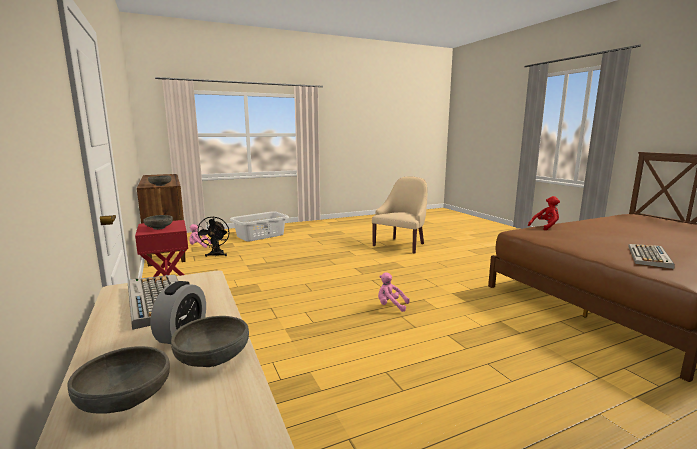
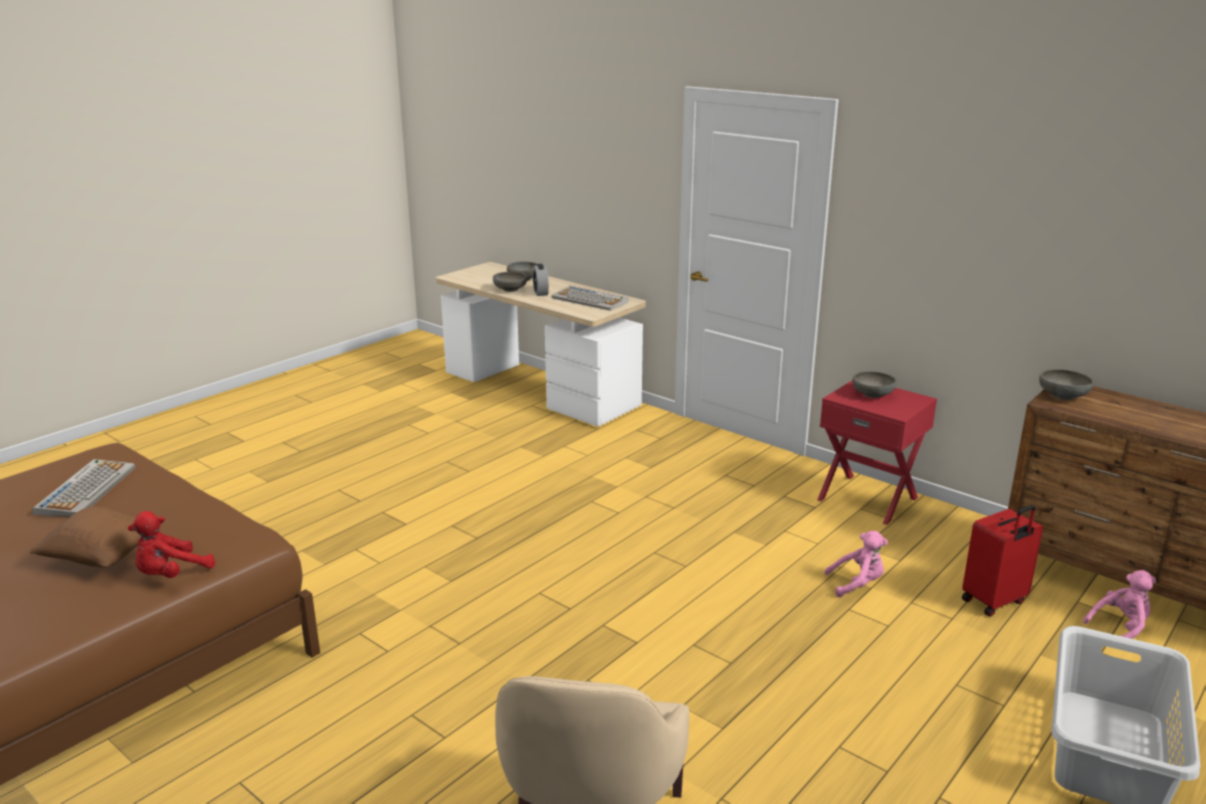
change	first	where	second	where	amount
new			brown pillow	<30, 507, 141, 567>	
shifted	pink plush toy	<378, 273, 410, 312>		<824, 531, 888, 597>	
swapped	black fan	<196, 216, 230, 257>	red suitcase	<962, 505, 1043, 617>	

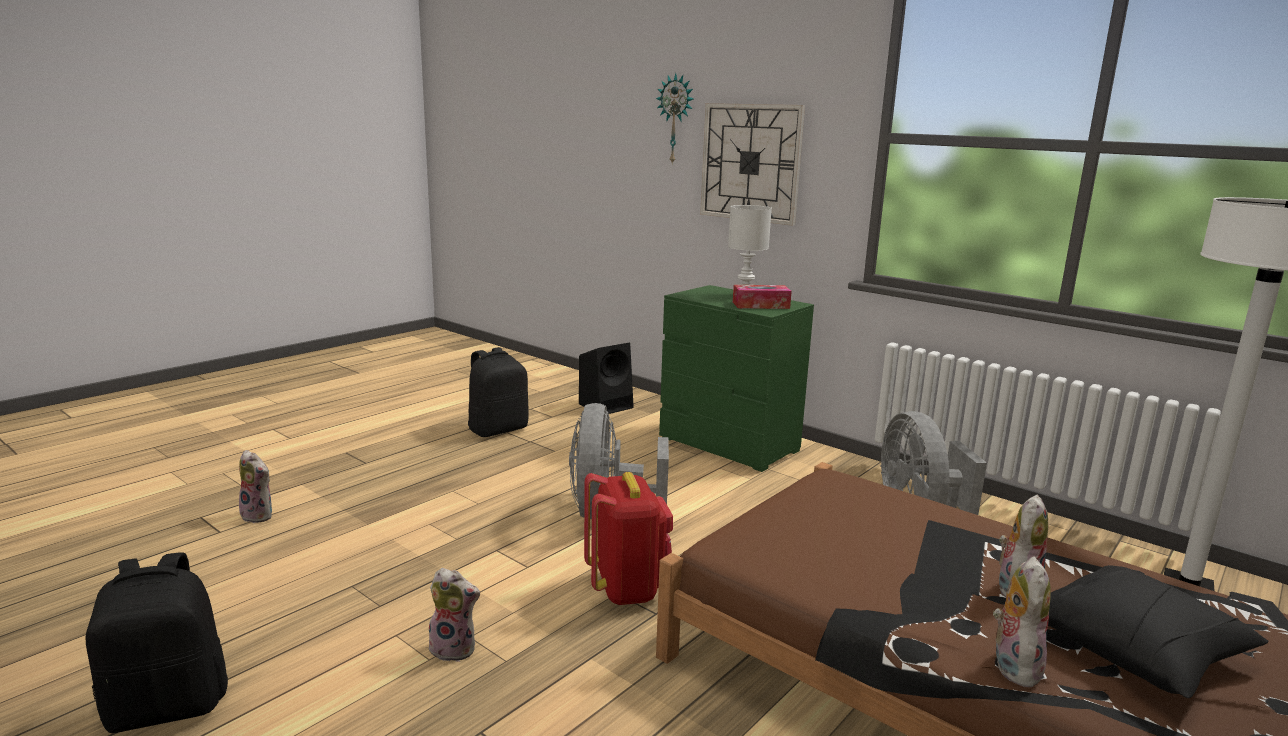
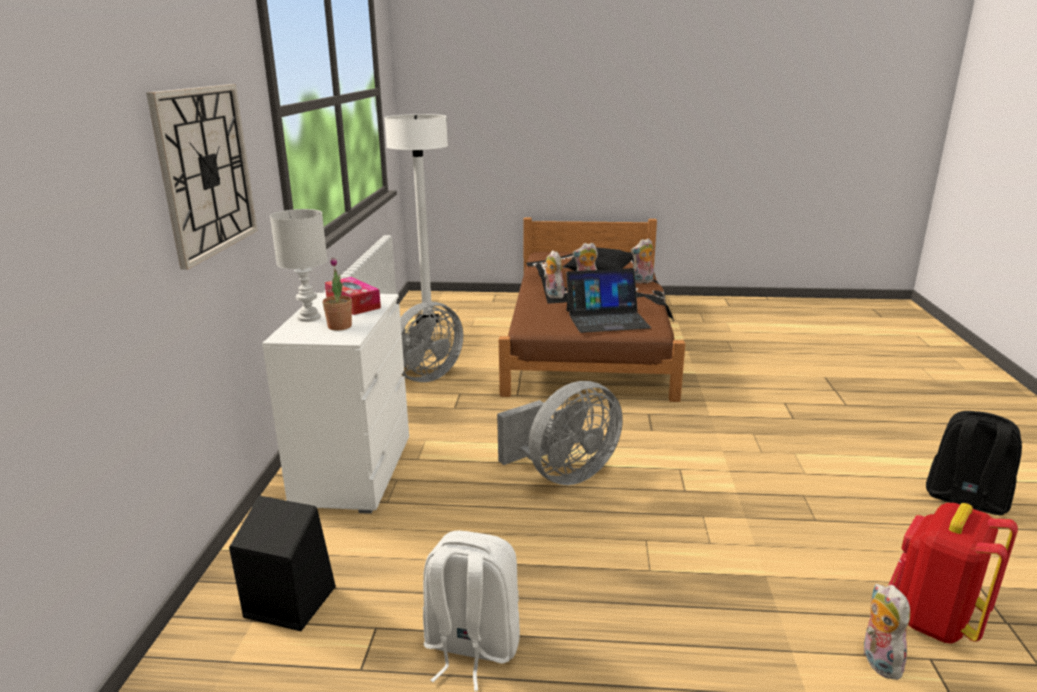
change	first	where	second	where	amount
gone	wall clock	<656, 73, 694, 164>			
new			potted plant	<323, 257, 352, 331>	
new			laptop	<566, 268, 651, 333>	
shifted	plush toy	<429, 568, 480, 662>		<544, 250, 564, 299>	
shifted	red backpack	<584, 472, 673, 605>		<888, 503, 1018, 644>	
repainted	black backpack	<468, 347, 529, 437>	white backpack	<423, 530, 520, 691>	
repainted	green dresser	<659, 285, 814, 472>	white dresser	<262, 293, 409, 514>	

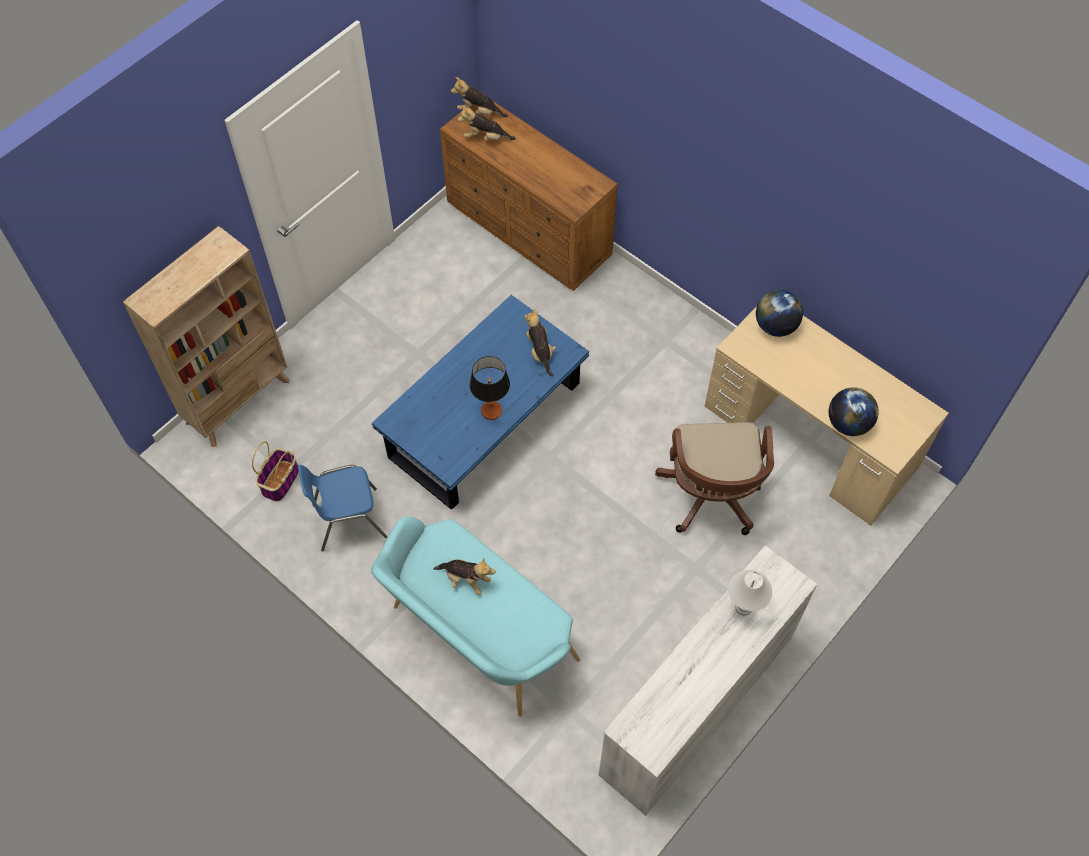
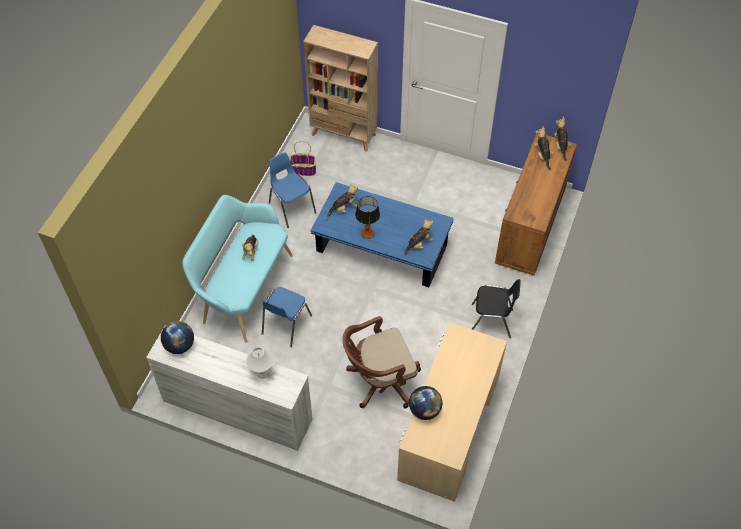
change	first	where	second	where	amount
new			blue chair	<262, 287, 312, 347>	
new			plush toy	<327, 184, 358, 217>	
new			black chair	<472, 279, 520, 338>	
shifted	globe	<756, 290, 803, 337>		<161, 321, 194, 354>	

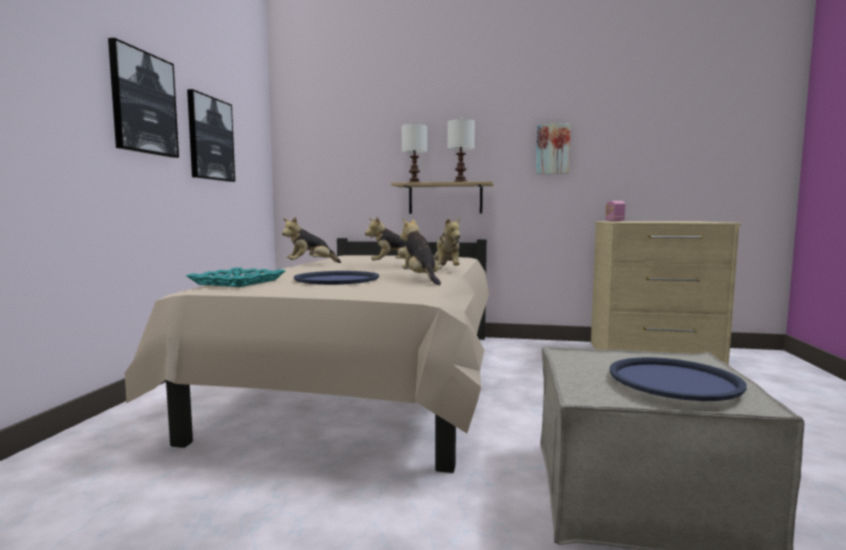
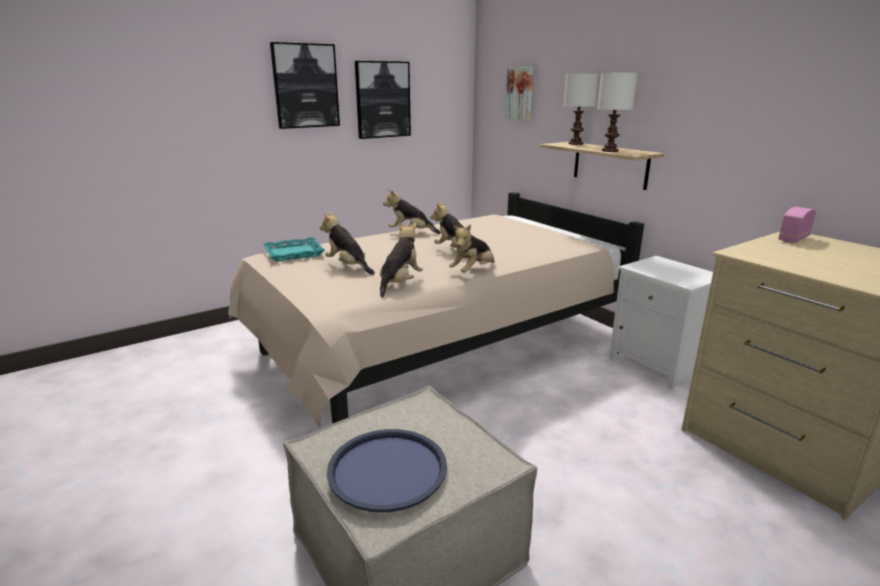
change	first	where	second	where	amount
new			white nightstand	<609, 256, 713, 390>	
shifted	picture	<536, 123, 571, 174>		<505, 67, 533, 120>	
swapped	blue tray	<294, 271, 379, 285>	plush toy	<319, 211, 375, 275>	

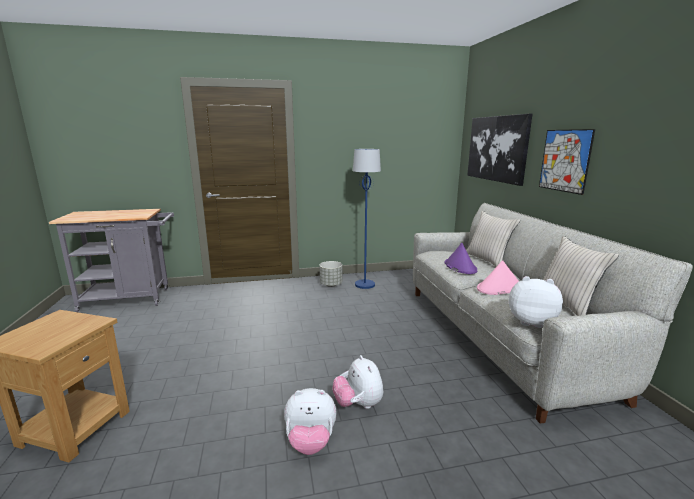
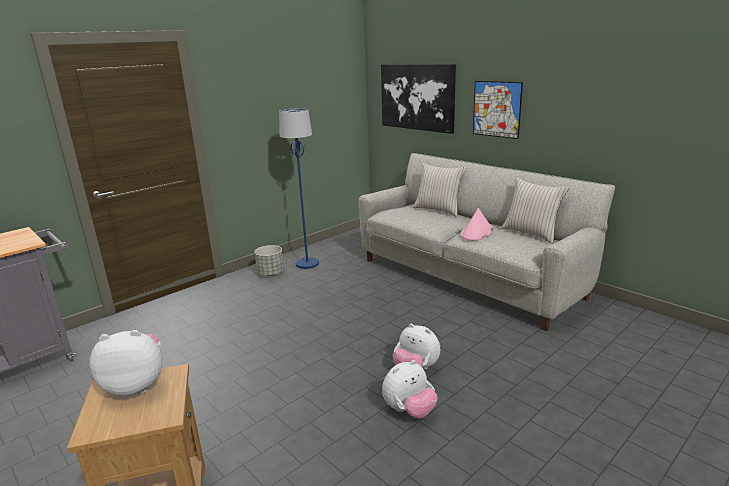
change	first	where	second	where	amount
gone	purple hat	<444, 243, 477, 274>			
shifted	plush toy	<509, 276, 563, 328>		<89, 330, 163, 396>	

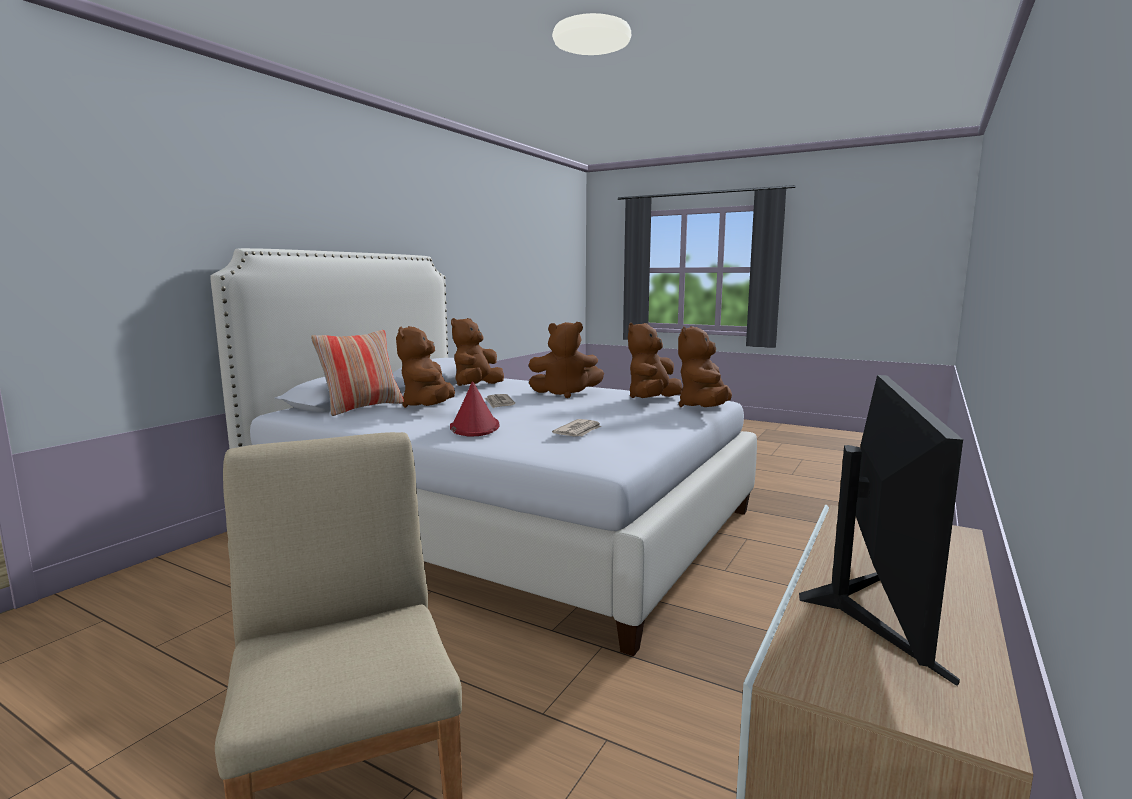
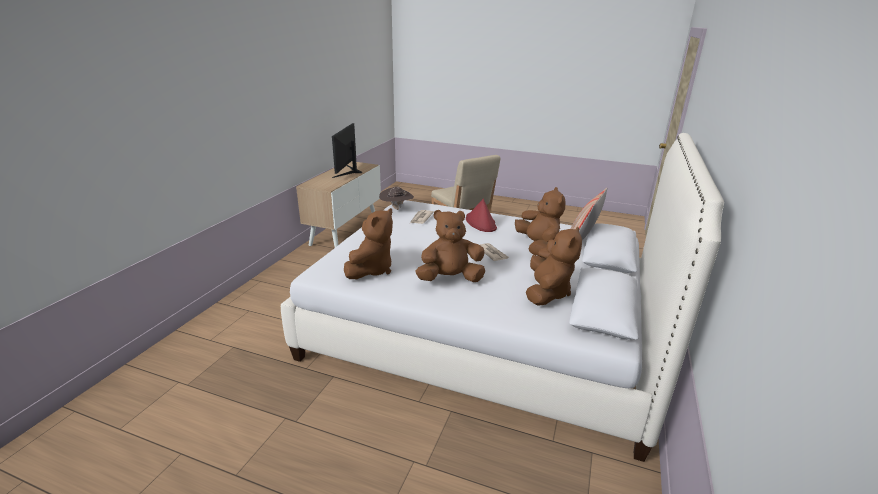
change	first	where	second	where	amount
gone	brown plush toy	<678, 326, 732, 407>			
new			brown hat	<379, 187, 414, 210>	

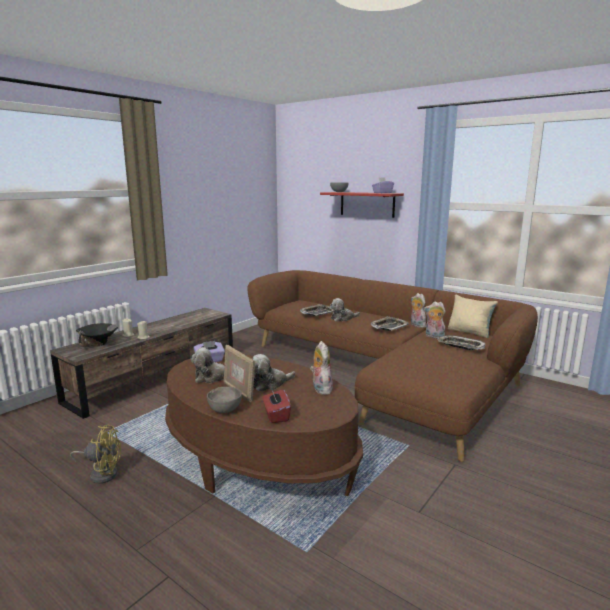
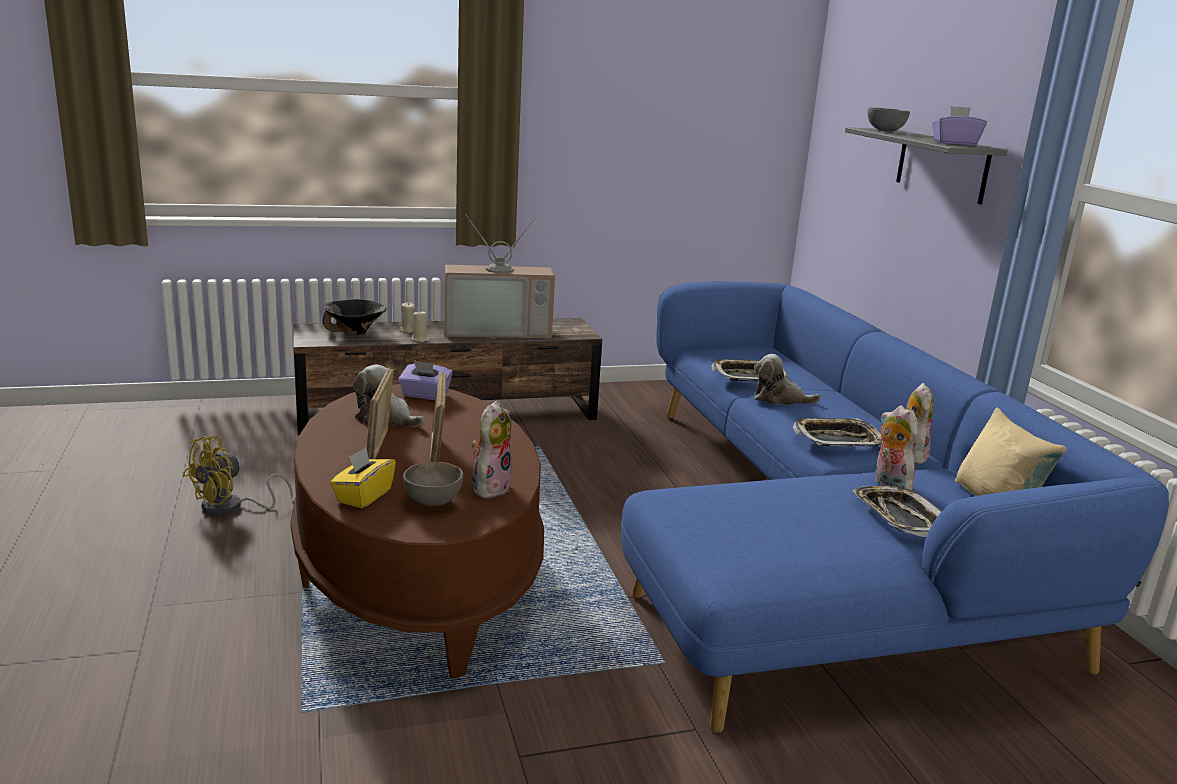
change	first	where	second	where	amount
new			television	<445, 215, 555, 338>	
shifted	grey bowl	<207, 387, 242, 413>		<403, 462, 463, 506>	
swapped	plush toy	<253, 354, 295, 391>	picture frame	<430, 372, 446, 463>	
repainted	brown sofa	<247, 270, 538, 462>	blue sofa	<621, 281, 1169, 733>	
repainted	red tissue box	<262, 387, 291, 423>	yellow tissue box	<330, 447, 396, 508>	
repainted	red shelf	<320, 192, 404, 218>	grey shelf	<845, 127, 1008, 205>	
rotated	yellow fan	<70, 425, 121, 484>		<183, 436, 293, 516>	90 degrees clockwise

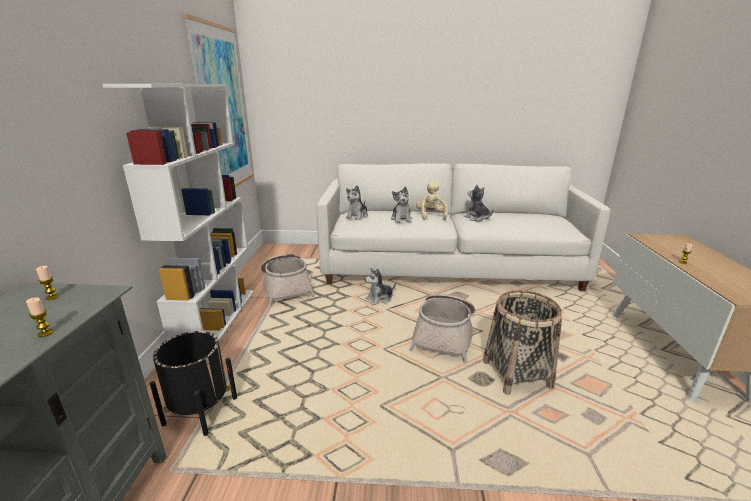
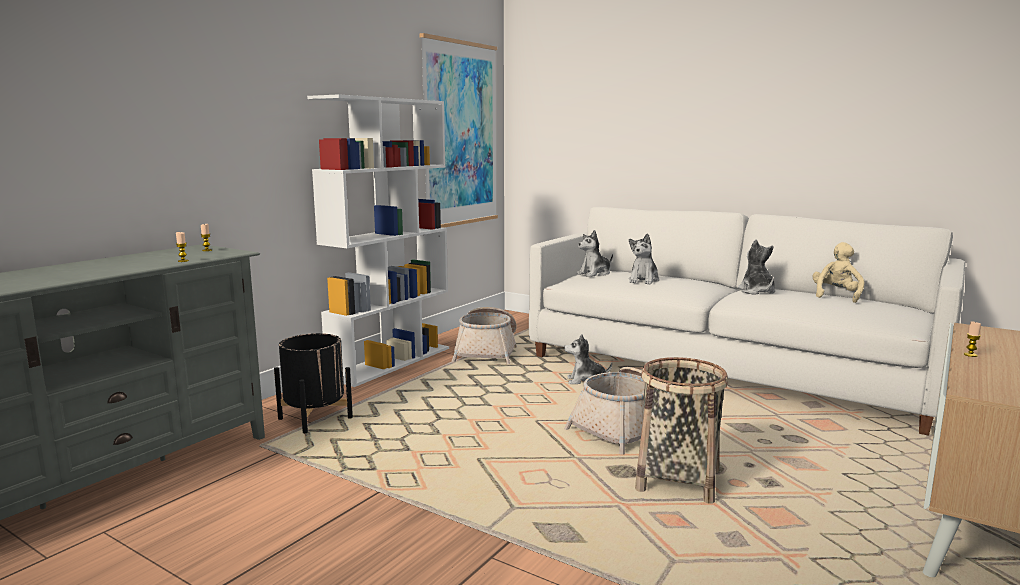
change	first	where	second	where	amount
shifted	beige plush toy	<416, 181, 448, 220>		<813, 242, 865, 303>	

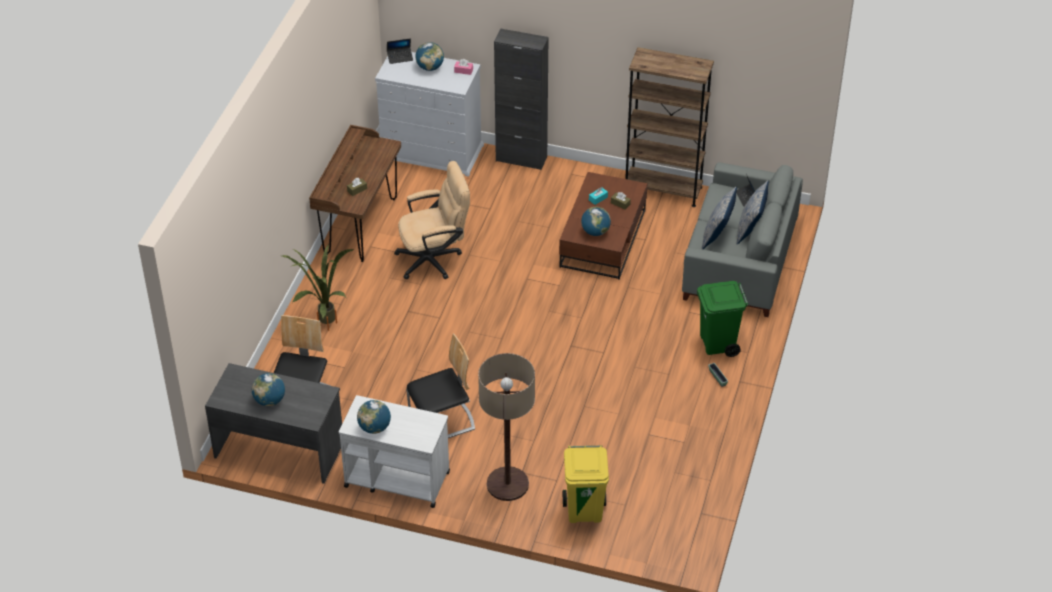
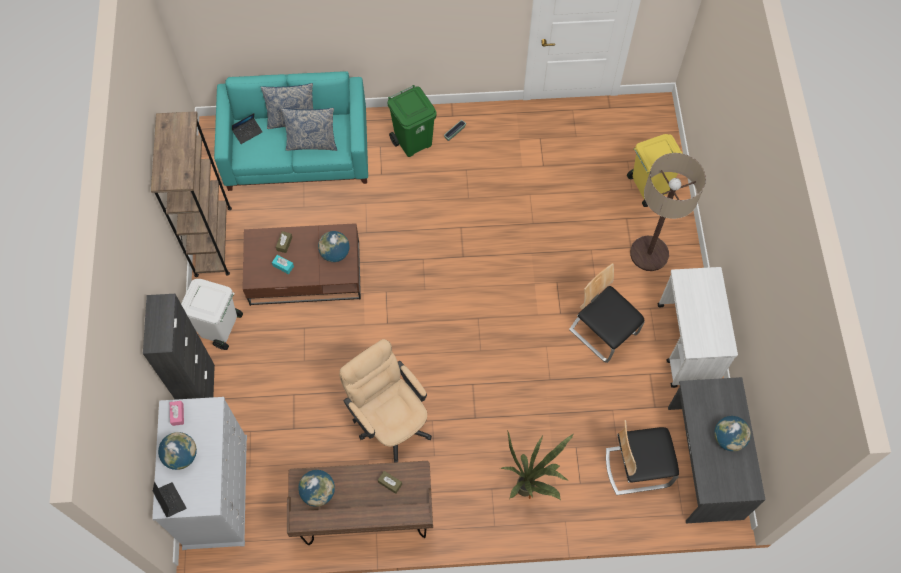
change	first	where	second	where	amount
new			white trash can	<181, 279, 243, 350>	
shifted	globe	<357, 400, 391, 434>		<298, 470, 335, 507>	
repainted	grey sofa	<682, 162, 803, 317>	turquoise sofa	<214, 71, 368, 191>	

